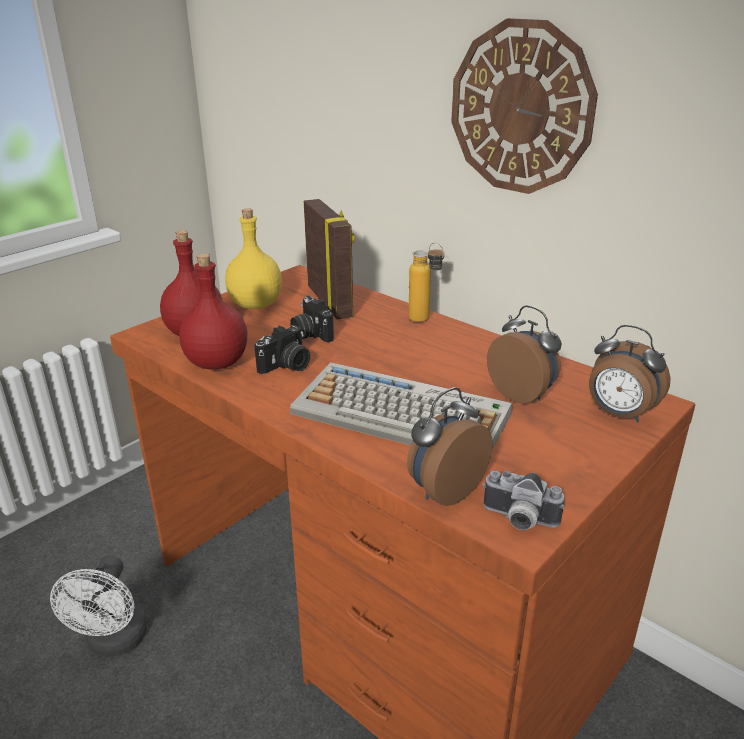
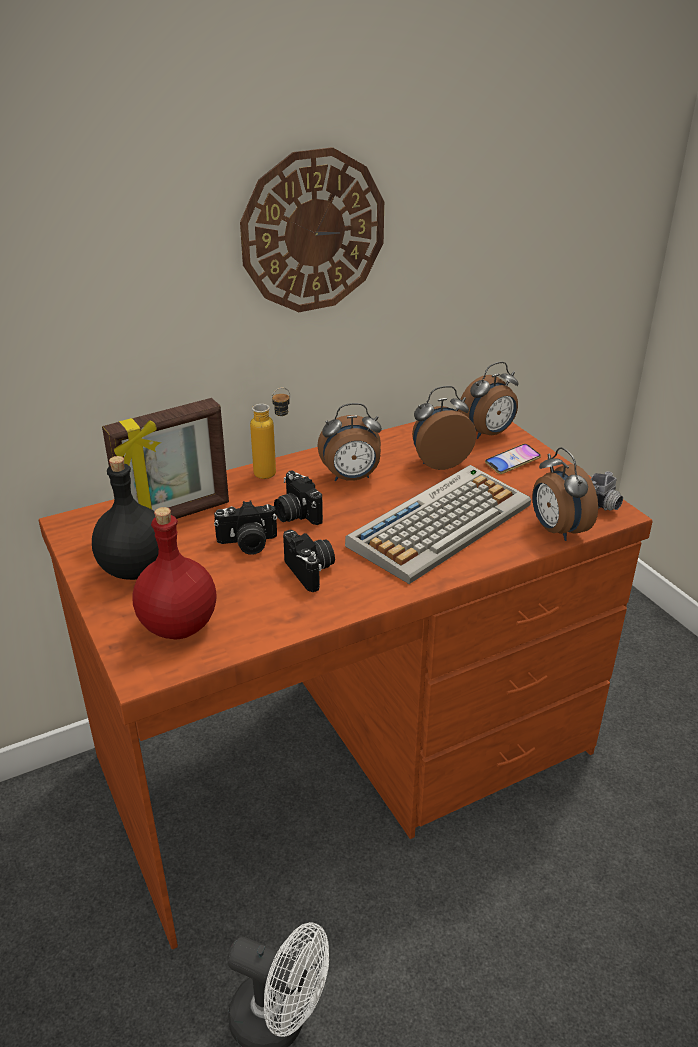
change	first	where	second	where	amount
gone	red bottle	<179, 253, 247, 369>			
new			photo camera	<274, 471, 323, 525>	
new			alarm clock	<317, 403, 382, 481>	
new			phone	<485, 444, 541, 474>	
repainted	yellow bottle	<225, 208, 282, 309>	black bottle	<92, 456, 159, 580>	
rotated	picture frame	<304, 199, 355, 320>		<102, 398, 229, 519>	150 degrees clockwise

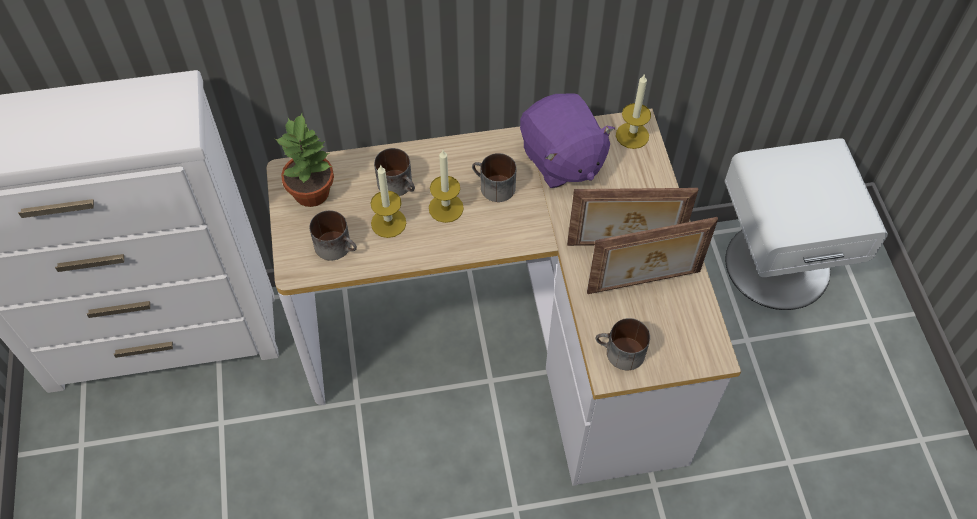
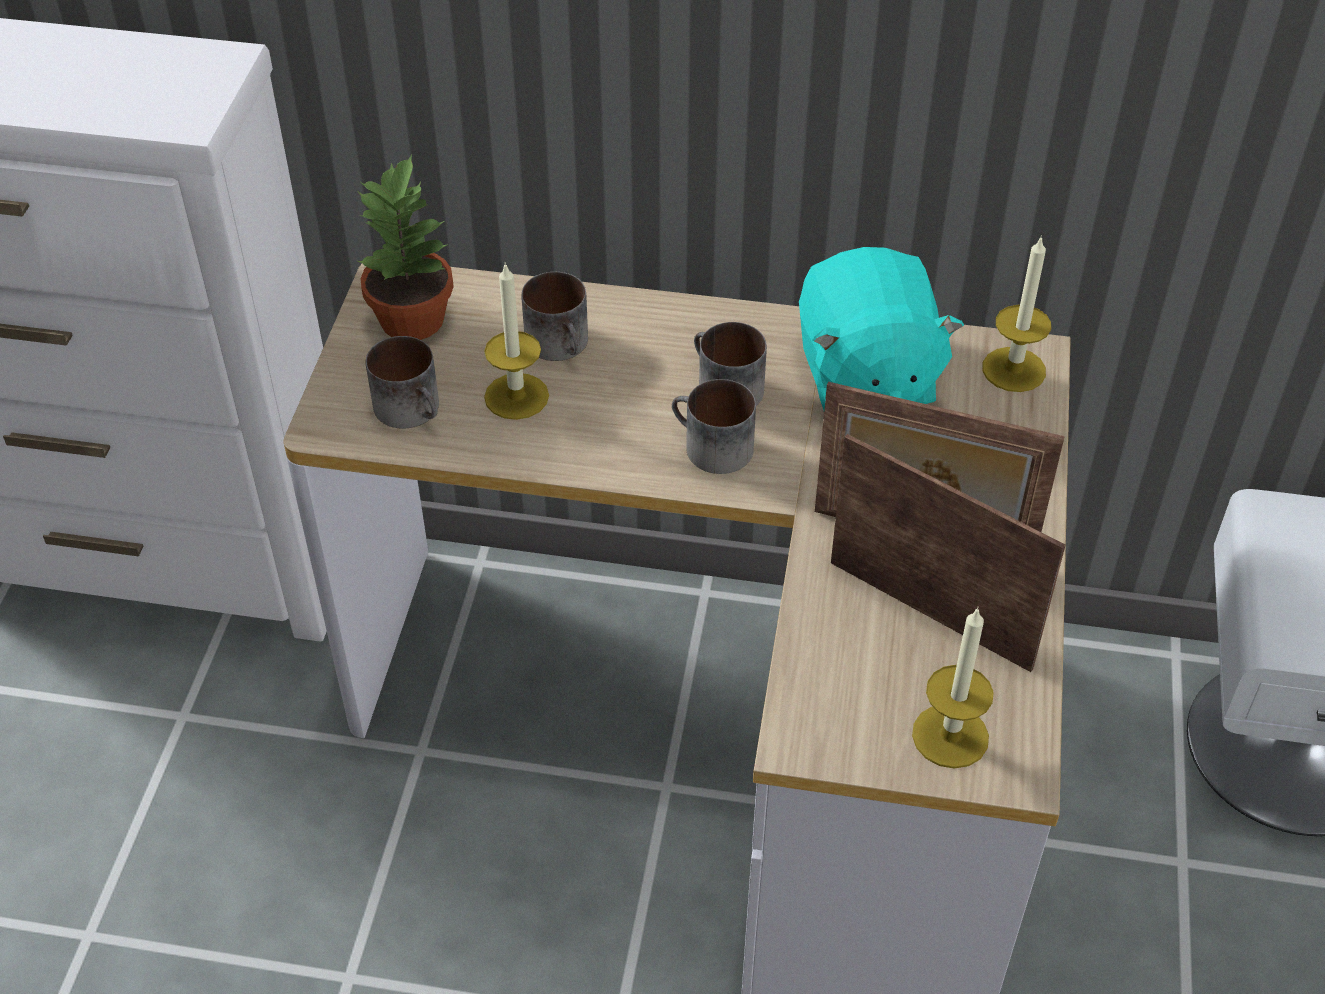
change	first	where	second	where	amount
shifted	candle	<429, 150, 464, 223>		<912, 607, 994, 769>	
shifted	mug	<596, 318, 650, 370>		<672, 379, 756, 474>	
repainted	purple plush toy	<520, 93, 615, 188>	turquoise plush toy	<799, 247, 964, 410>	
rotated	picture frame	<587, 217, 718, 294>		<831, 434, 1066, 672>	150 degrees counterclockwise

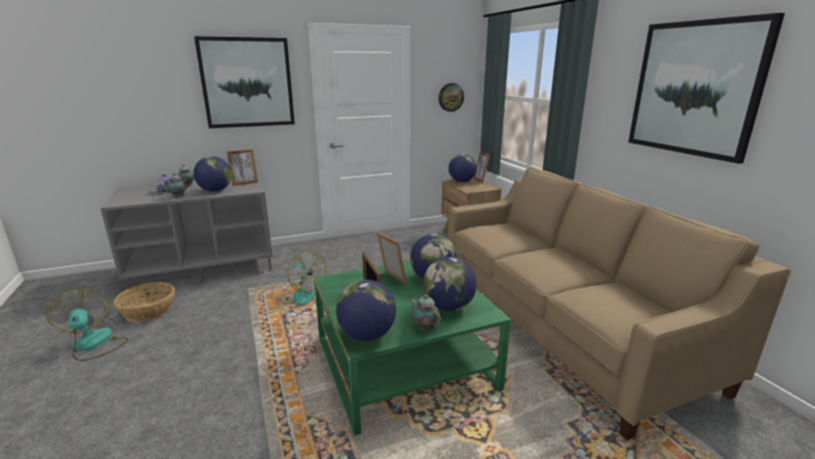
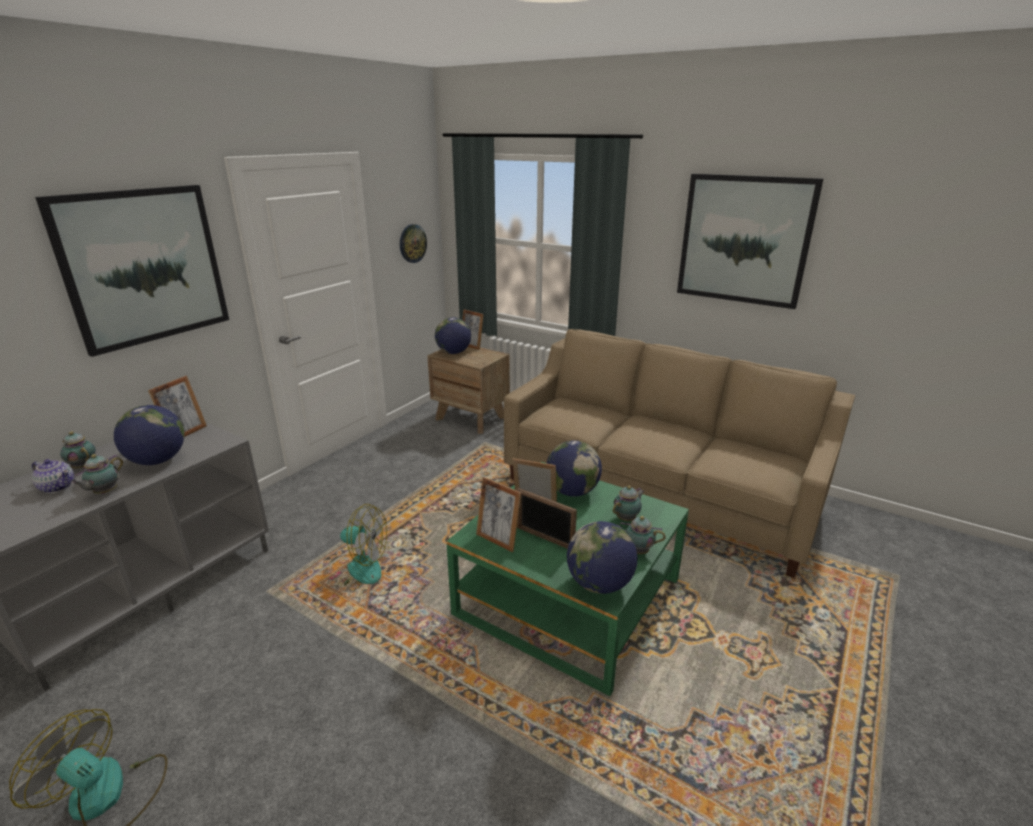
change	first	where	second	where	amount
gone	basket	<114, 282, 175, 322>			
new			picture frame	<476, 477, 521, 552>	
swapped	globe	<423, 257, 477, 311>	teapot	<613, 486, 644, 521>	

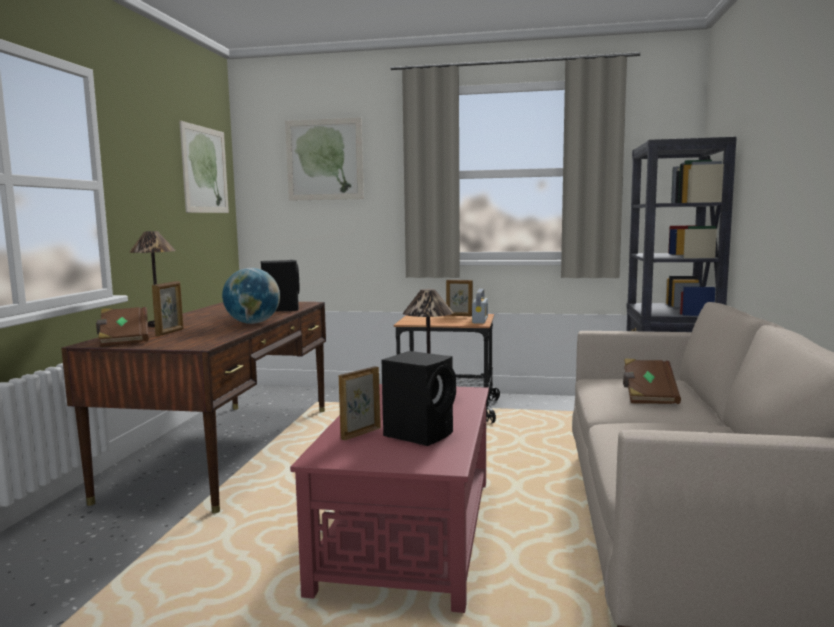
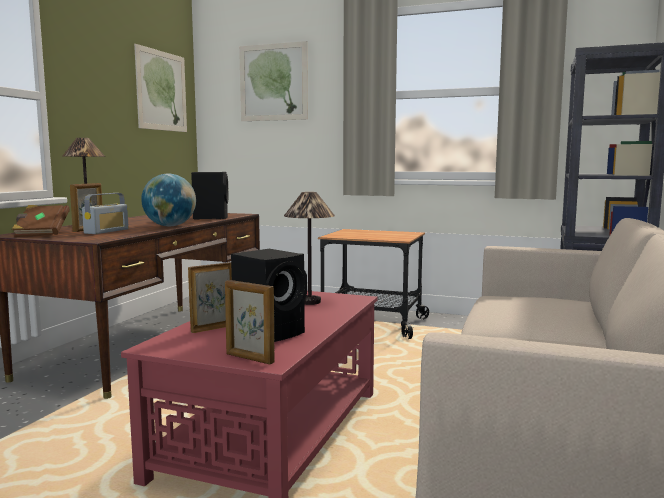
change	first	where	second	where	amount
gone	brown book	<623, 358, 681, 404>			
shifted	picture frame	<446, 280, 473, 316>		<225, 280, 275, 365>	
shifted	radio	<472, 289, 488, 324>		<82, 193, 129, 234>	

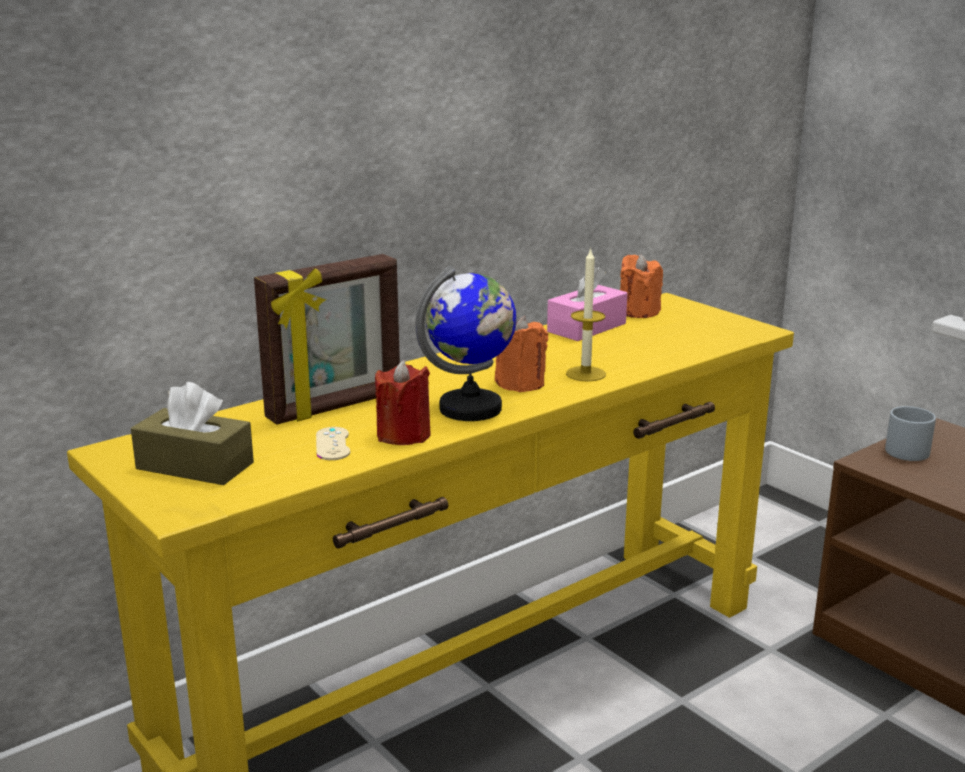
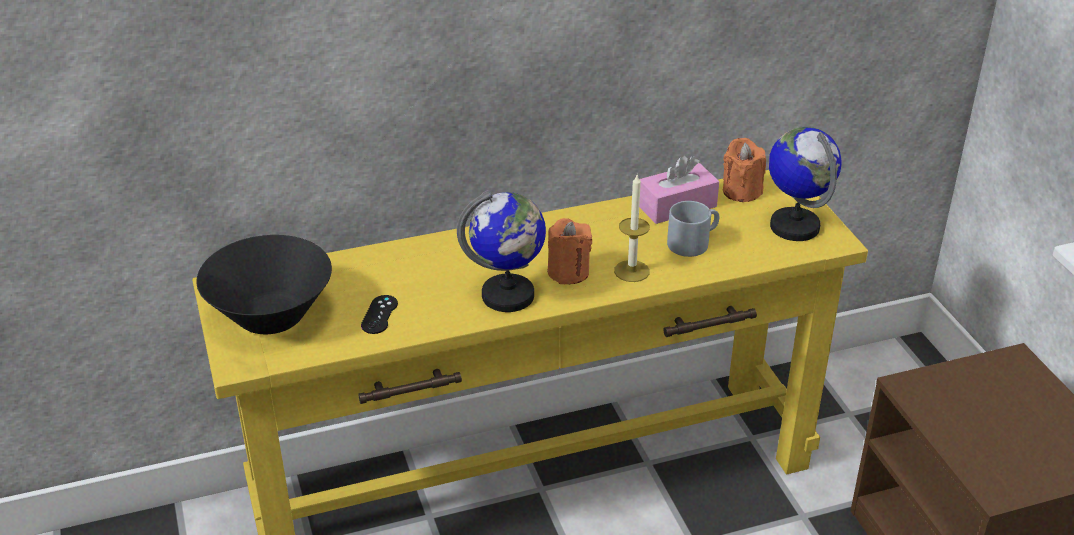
change	first	where	second	where	amount
gone	picture frame	<254, 254, 400, 425>			
gone	red candle	<375, 360, 431, 445>			
new			globe	<769, 127, 842, 241>	
shifted	grey mug	<885, 406, 936, 461>		<667, 201, 719, 257>	
swapped	brown tissue box	<131, 382, 254, 485>	black bowl	<196, 235, 332, 334>	
repainted	beige game controller	<316, 427, 350, 460>	black game controller	<361, 295, 398, 334>	

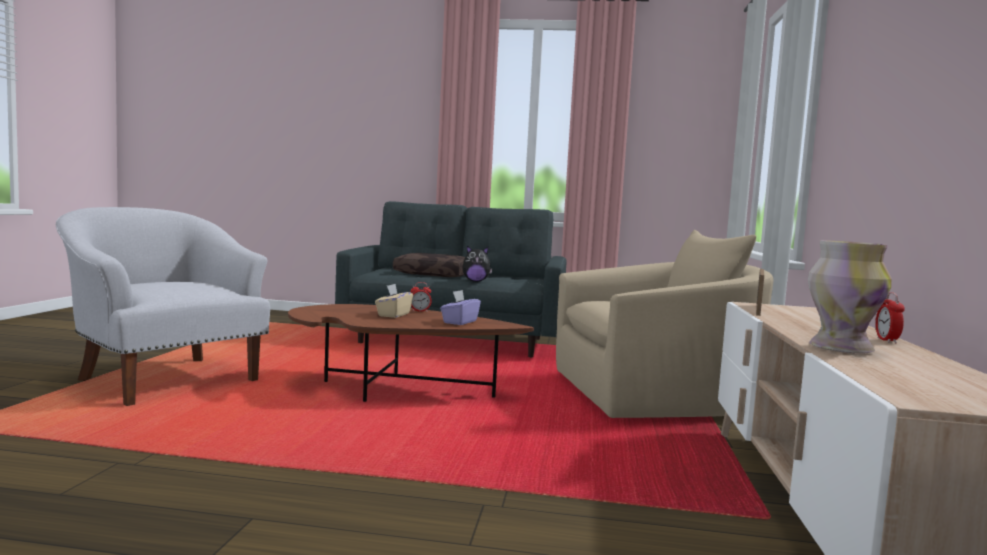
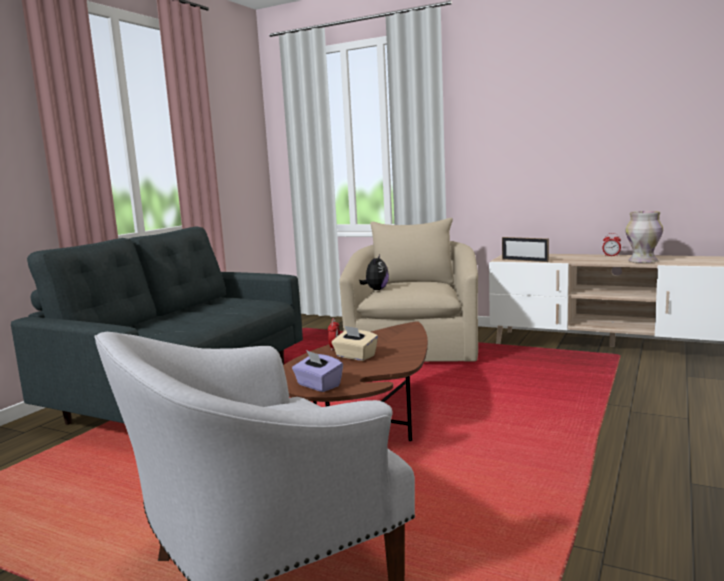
change	first	where	second	where	amount
gone	brown pillow	<393, 253, 465, 277>			
shifted	purple tissue box	<440, 290, 481, 325>		<292, 350, 343, 392>	
shifted	plush toy	<462, 246, 492, 282>		<359, 255, 389, 290>	

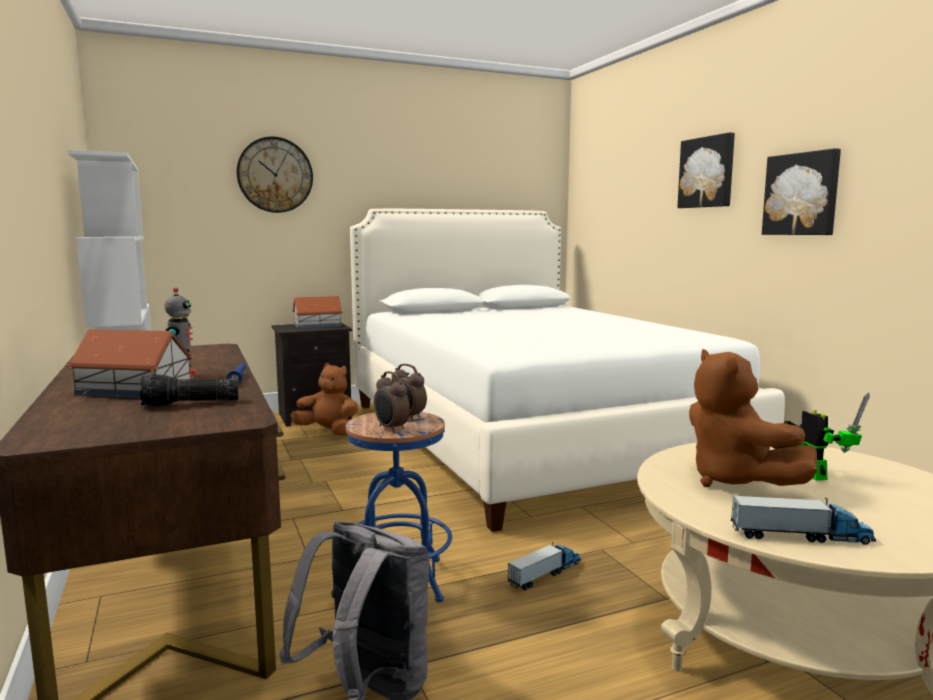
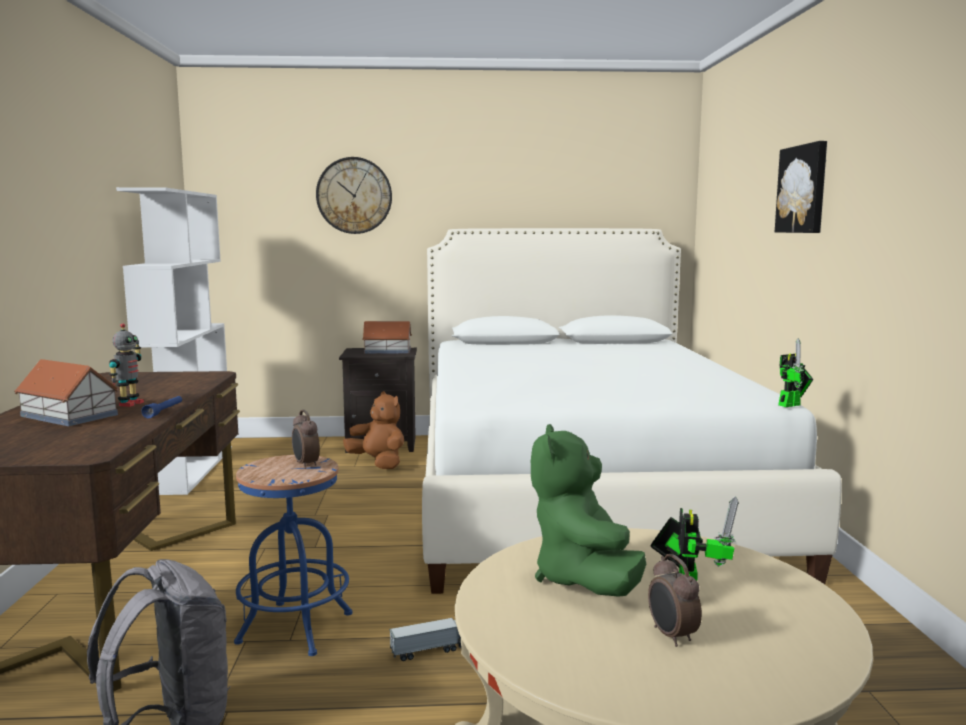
change	first	where	second	where	amount
gone	flashlight	<140, 374, 238, 407>			
gone	toy truck	<731, 496, 876, 544>			
gone	picture	<762, 148, 841, 235>			
new			toy robot	<778, 338, 813, 407>	
shifted	alarm clock	<374, 371, 410, 433>		<648, 554, 702, 647>	
repainted	brown plush toy	<689, 349, 817, 487>	green plush toy	<531, 424, 646, 597>	

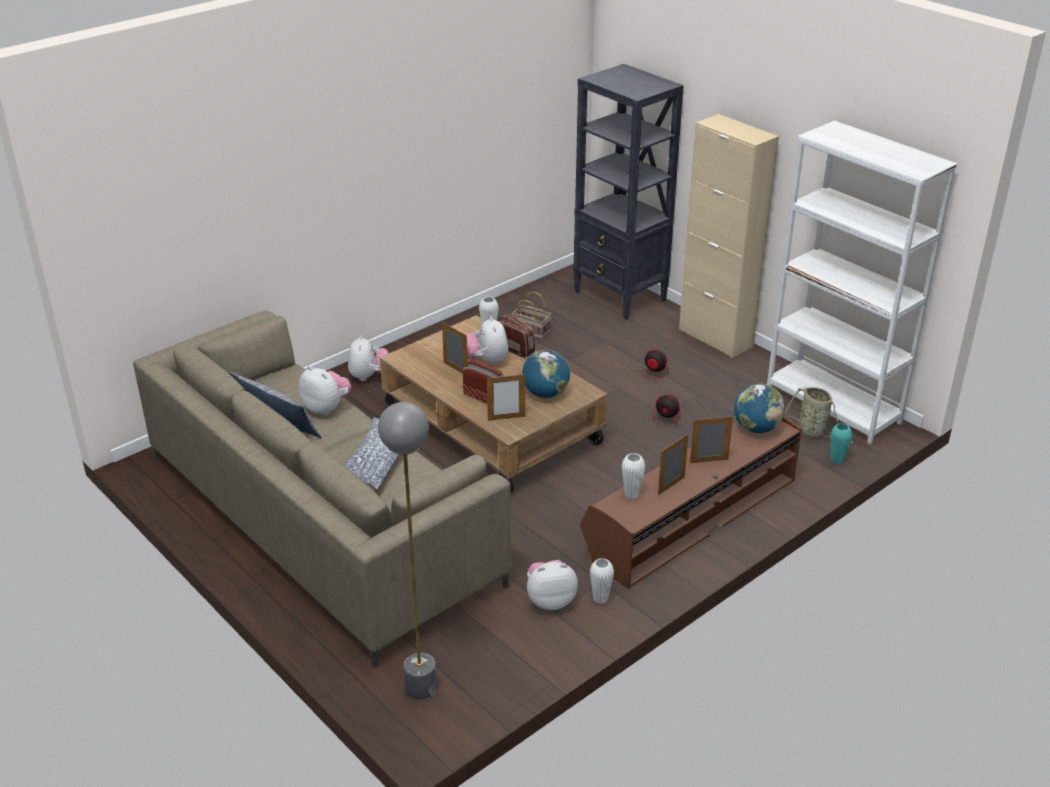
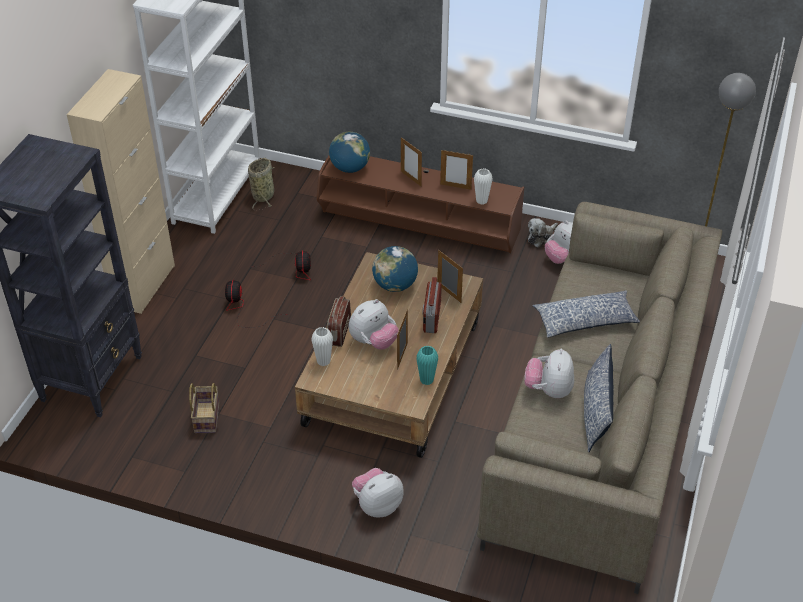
change	first	where	second	where	amount
shifted	turquoise vase	<831, 423, 852, 464>		<416, 346, 438, 385>	
swapped	white vase	<590, 558, 614, 604>	plush toy	<528, 218, 558, 248>	

